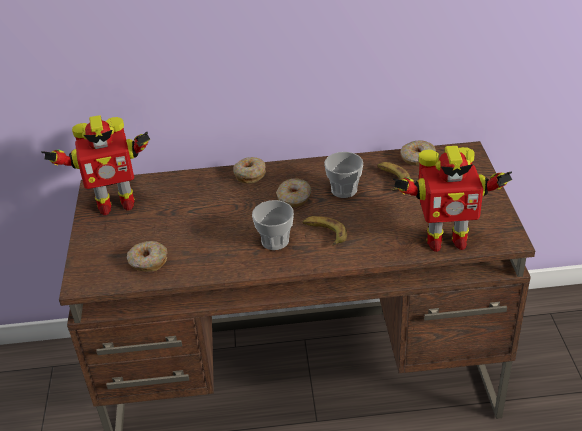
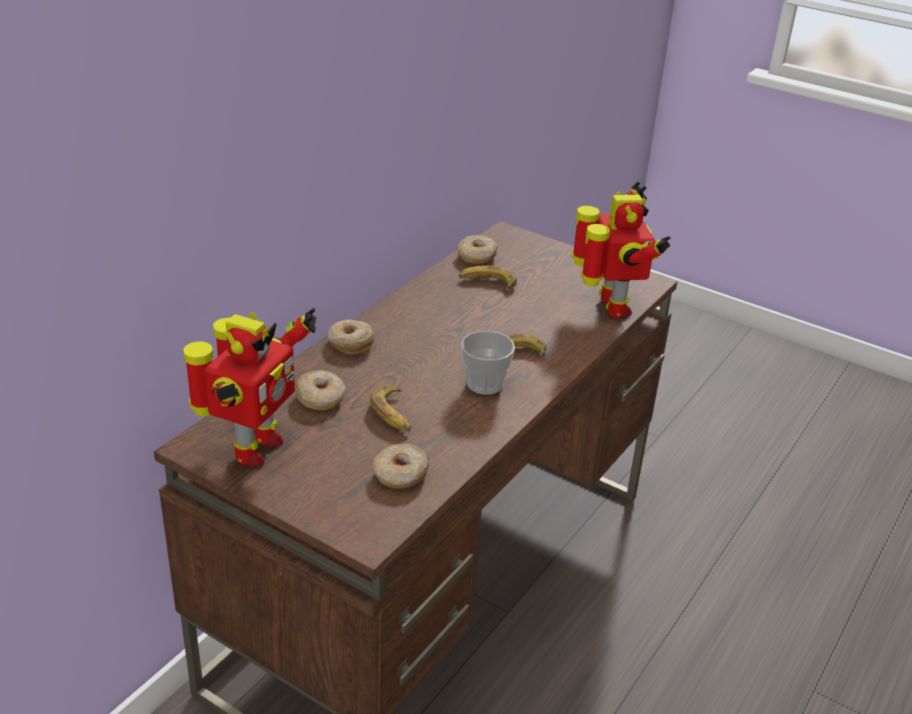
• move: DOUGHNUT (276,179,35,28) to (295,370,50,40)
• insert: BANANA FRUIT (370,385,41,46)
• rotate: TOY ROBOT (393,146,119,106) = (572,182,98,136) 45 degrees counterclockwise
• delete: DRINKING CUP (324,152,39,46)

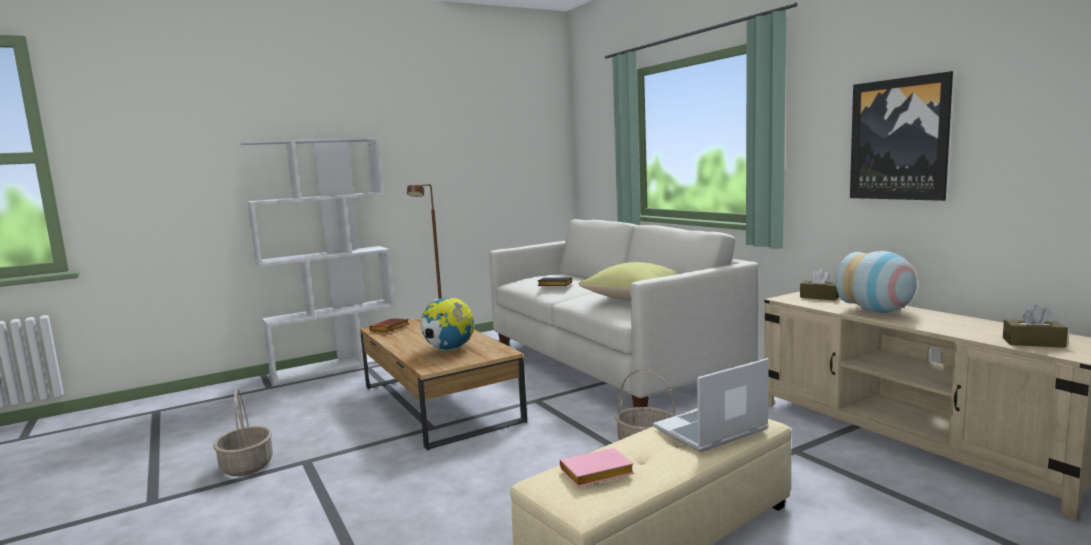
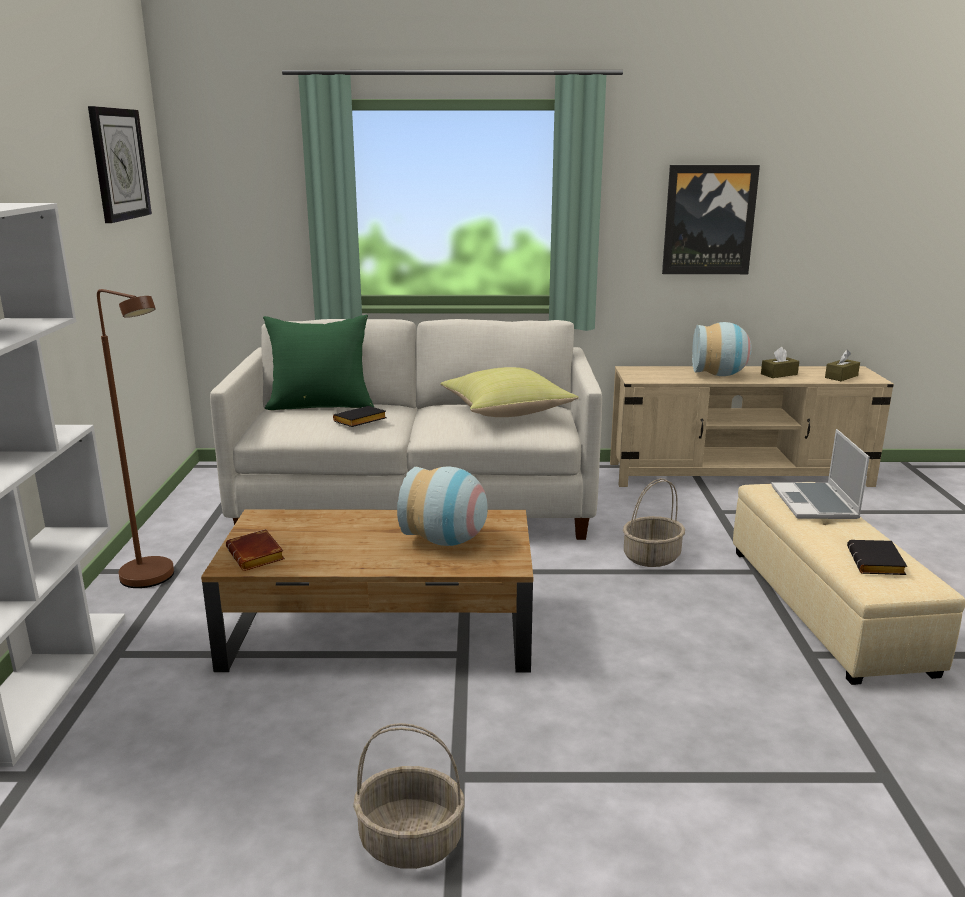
• insert: WALL CLOCK (88,106,64,117)
• insert: GREEN-COLOURED THROW PILLOW (263,315,111,96)
• replace: WORLD GLOBE (420,298,54,53) to VASE (397,467,91,79)
• move: BROWN BOX OF TISSUES (800,269,39,31) to (761,347,38,31)
• recolor: PINK-COLOURED VOLUME (560,448,75,39) to BLACK-COLOURED VOLUME (847,540,60,35)

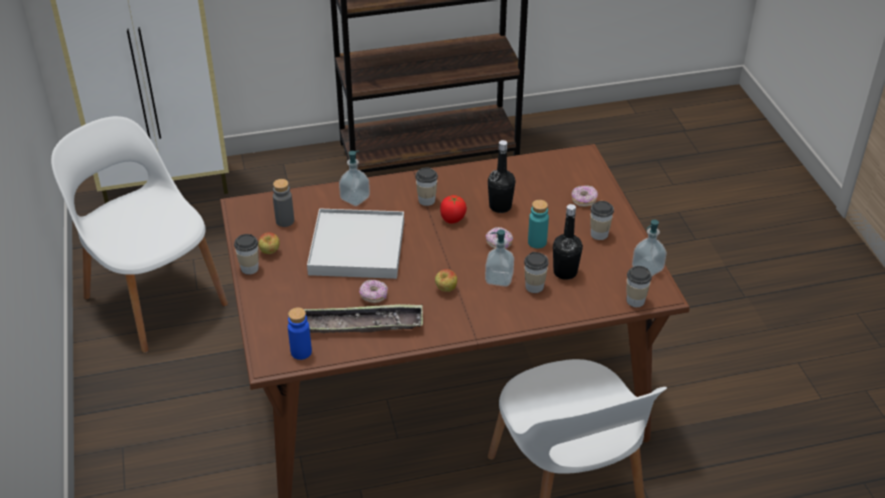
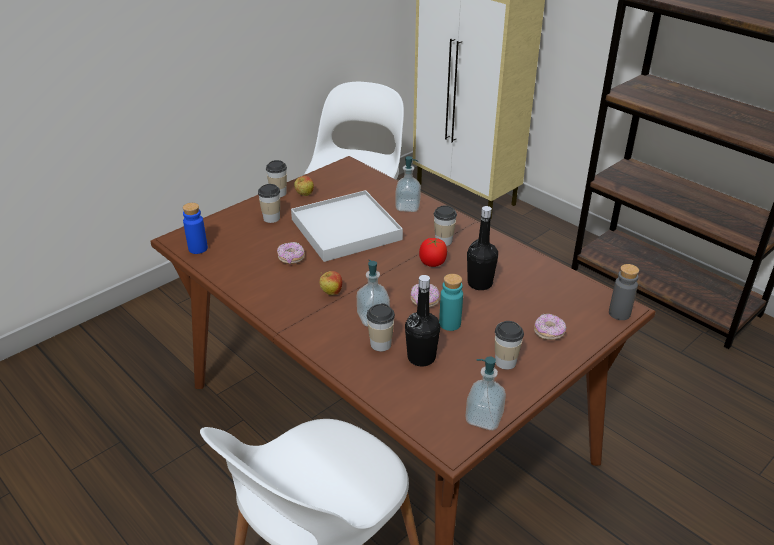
• move: DRINKING CUP (627,266,25,41) to (258,184,22,39)
• move: GREY DRINK BOTTLE (273,179,21,48) to (609,264,30,56)
• delete: CARRYING TRAY (304,304,119,29)

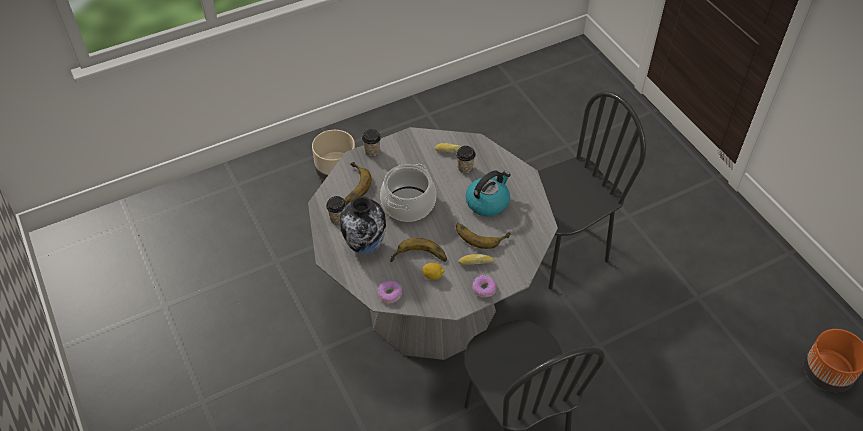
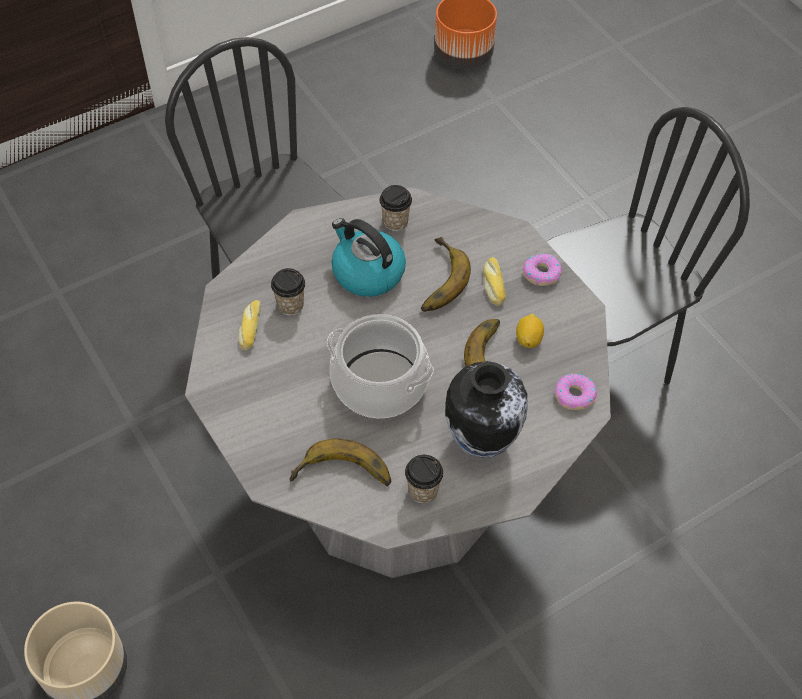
• move: DRINKING CUP (362,129,19,28) to (379,185,33,46)

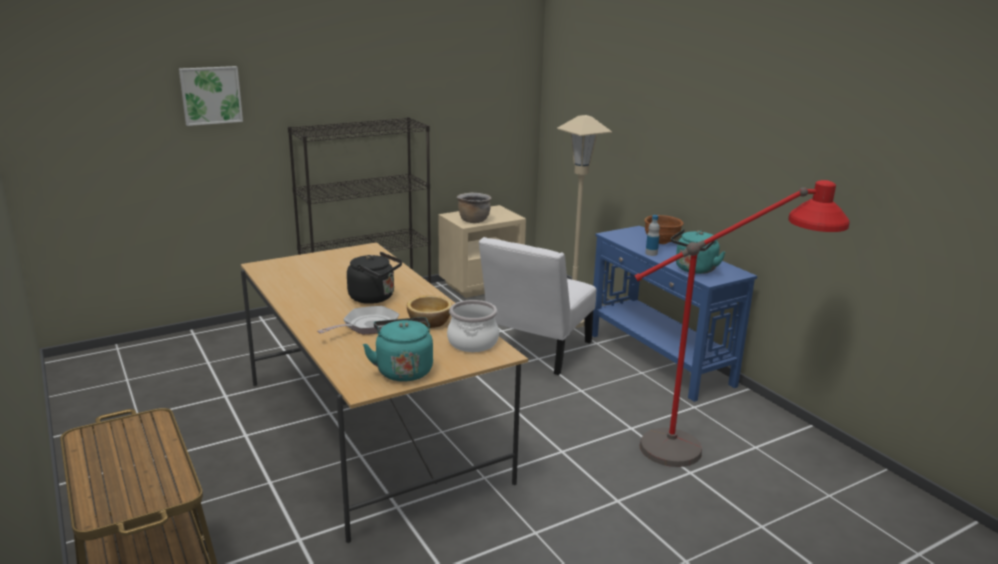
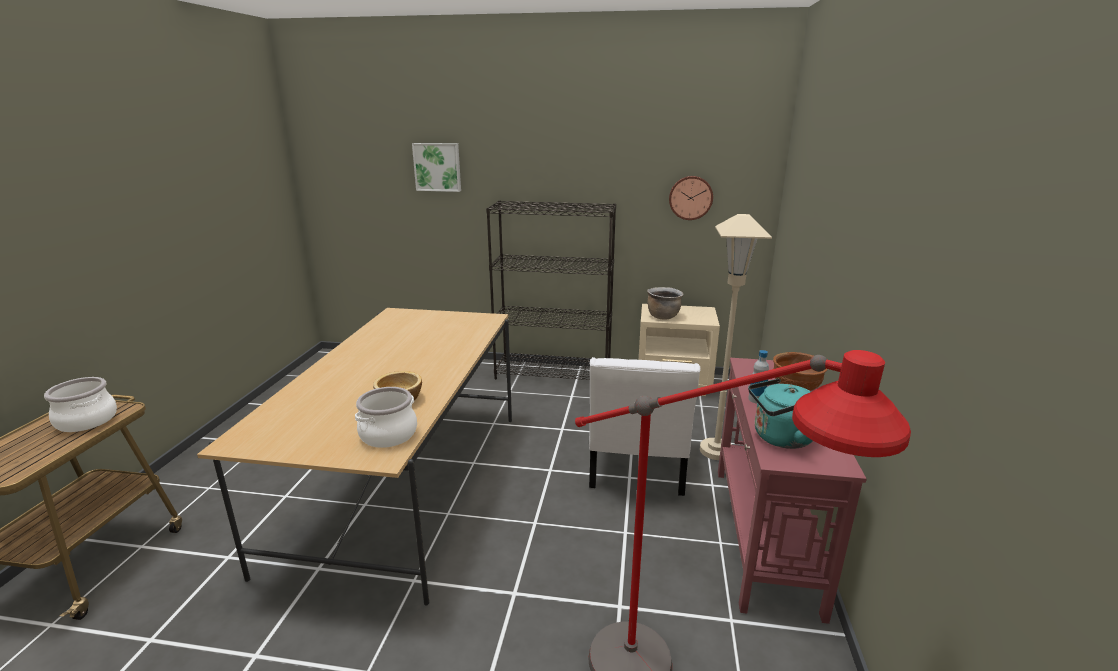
• insert: SAUCEPOT (44,377,73,55)
• rotate: WHITE-COLOURED CHAIR (479,237,117,138) = (589,357,111,139) 60 degrees counterclockwise
• insert: WALL CLOCK (669,176,44,44)
• recolor: BLUE CONSOLE TABLE (592,226,165,176) to RED-COLOURED CONSOLE TABLE (718,358,149,266)
• delete: FRYING PAN (317,306,82,28)
• delete: BLACK-COLOURED WATER KETTLE (347,252,55,52)
• delete: TURQUOISE-COLOURED WATER KETTLE (363,317,70,65)

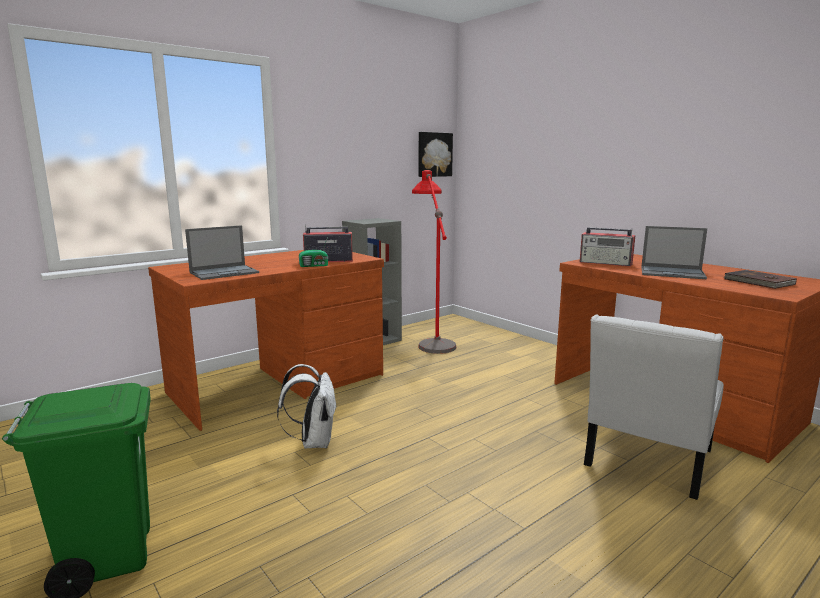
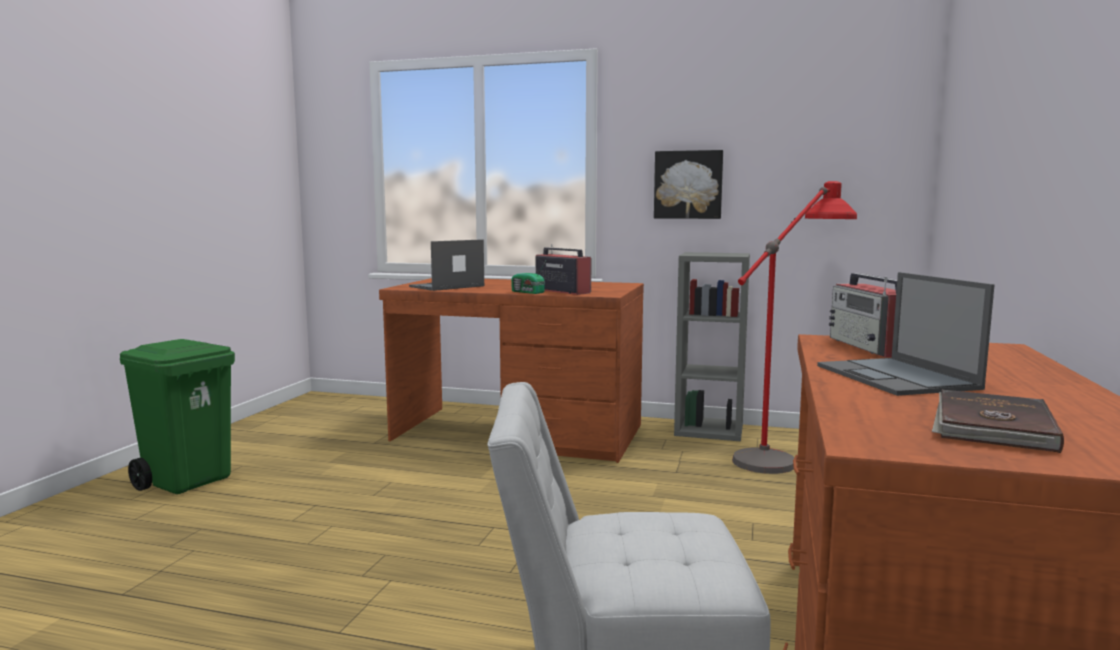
• rotate: PORTABLE COMPUTER (185,225,74,55) = (409,239,75,52) 120 degrees clockwise
• move: PICTURE (419,132,34,45) to (654,150,69,69)
• delete: WHITE-COLOURED KNAPSACK (277,364,60,84)

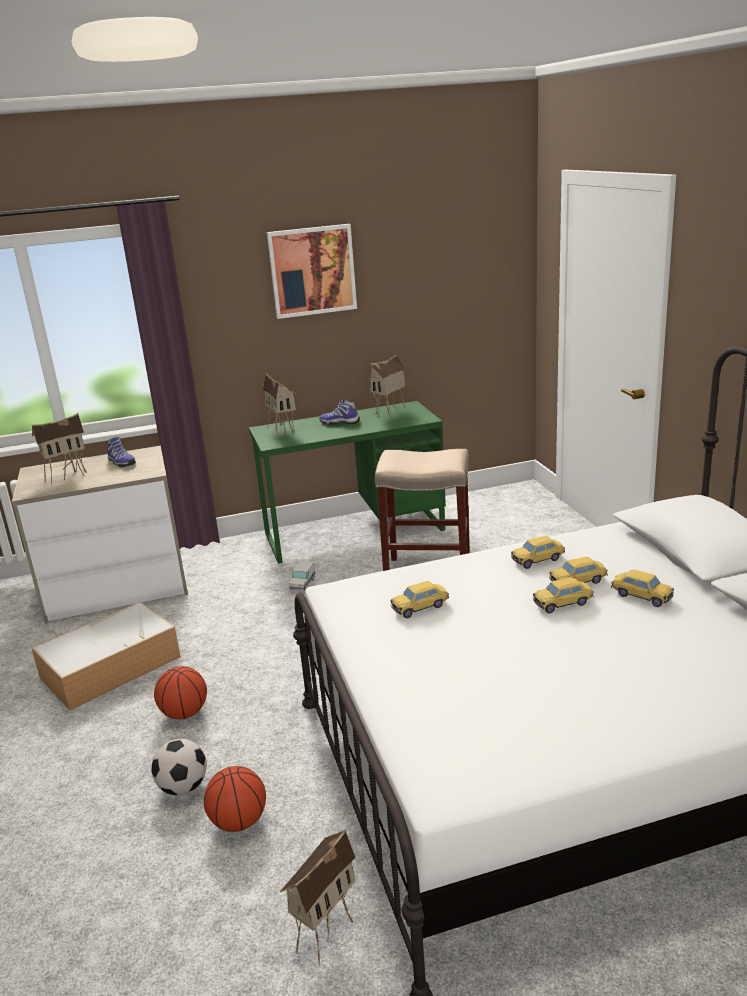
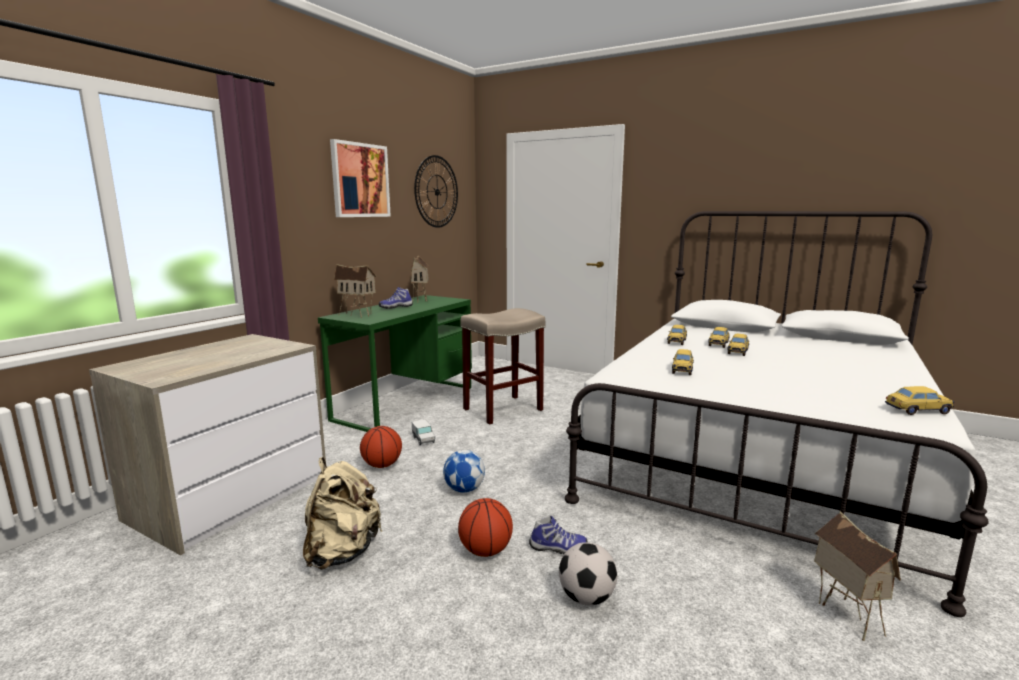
• replace: STORAGE BOX (32,601,149,109) to SAND-COLOURED KNAPSACK (303,457,79,113)
• move: BASKETBALL (204,766,62,66) to (360,426,42,42)
• insert: WALL CLOCK (414,155,44,73)
• insert: BALL FOR FOOTBALL (443,450,42,43)
• move: ITEM OF FOOTWEAR (107,437,29,30) to (529,516,59,38)
• move: MINIATURE CAR (611,570,63,37) to (885,386,69,29)
• delete: MINIATURE HOUSE (32,413,55,73)

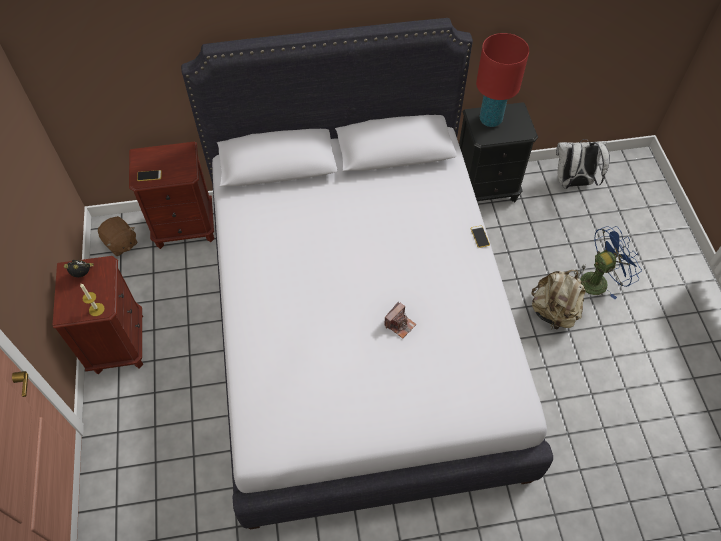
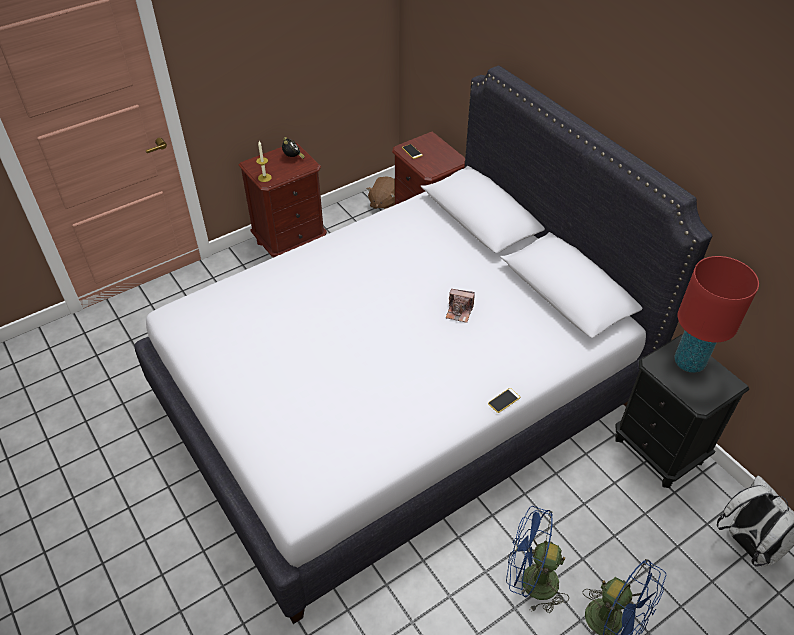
• move: STILL CAMERA (384,302,32,36) to (446,289,29,34)
• replace: SAND-COLOURED KNAPSACK (531,270,55,60) to BLUE ELECTRIC FAN (506,506,63,107)

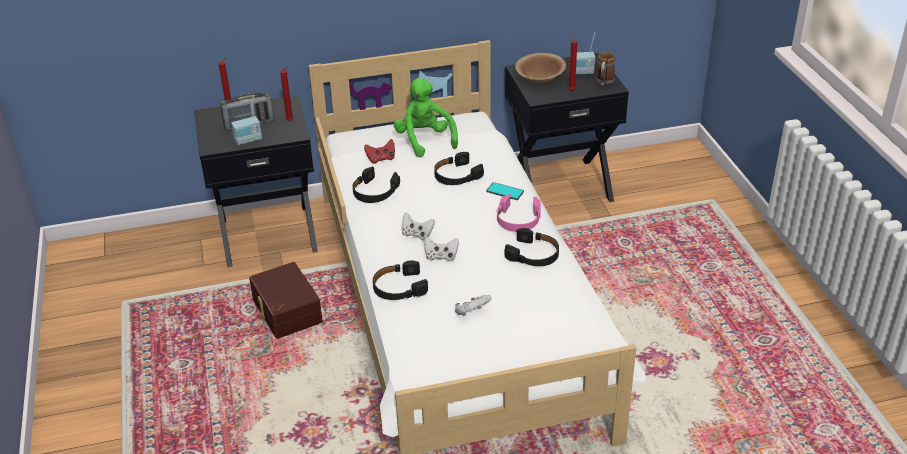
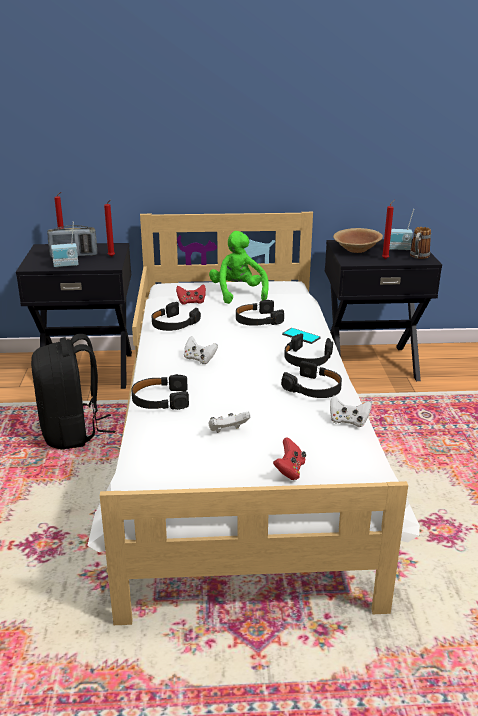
• replace: BROWN STORAGE BOX (249,262,74,77) to BLACK-COLOURED KNAPSACK (31,334,84,115)
• insert: RED-COLOURED GAME CONTROLLER (273,437,33,43)
• recolor: PINK-COLOURED HEADSET (496,194,45,38) to BLACK-COLOURED HEADSET (284,333,49,34)
• move: WHITE-COLOURED GAME CONTROLLER (424,236,35,25) to (330,396,41,31)

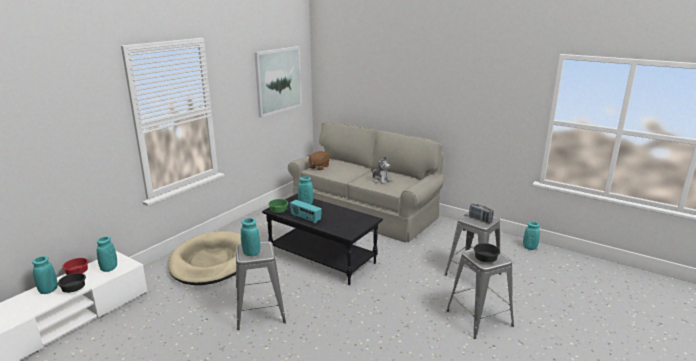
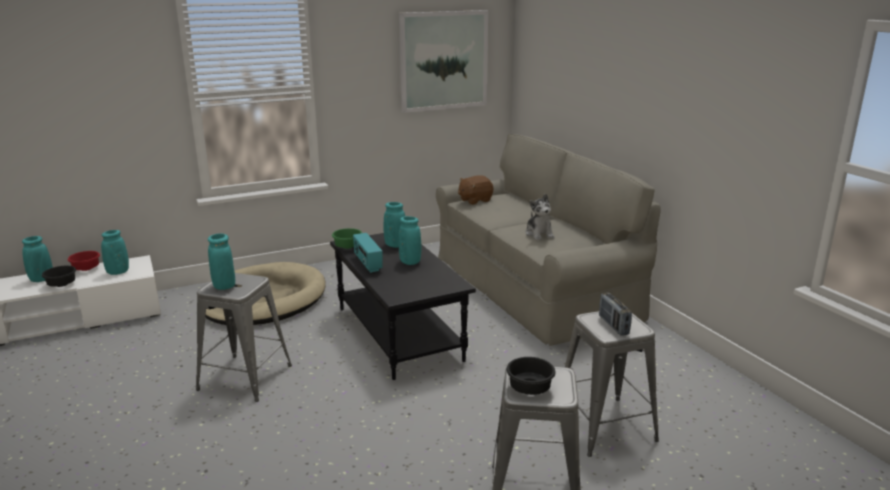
• move: TURQUOISE-COLOURED VASE (523,222,17,28) to (399,216,22,49)

